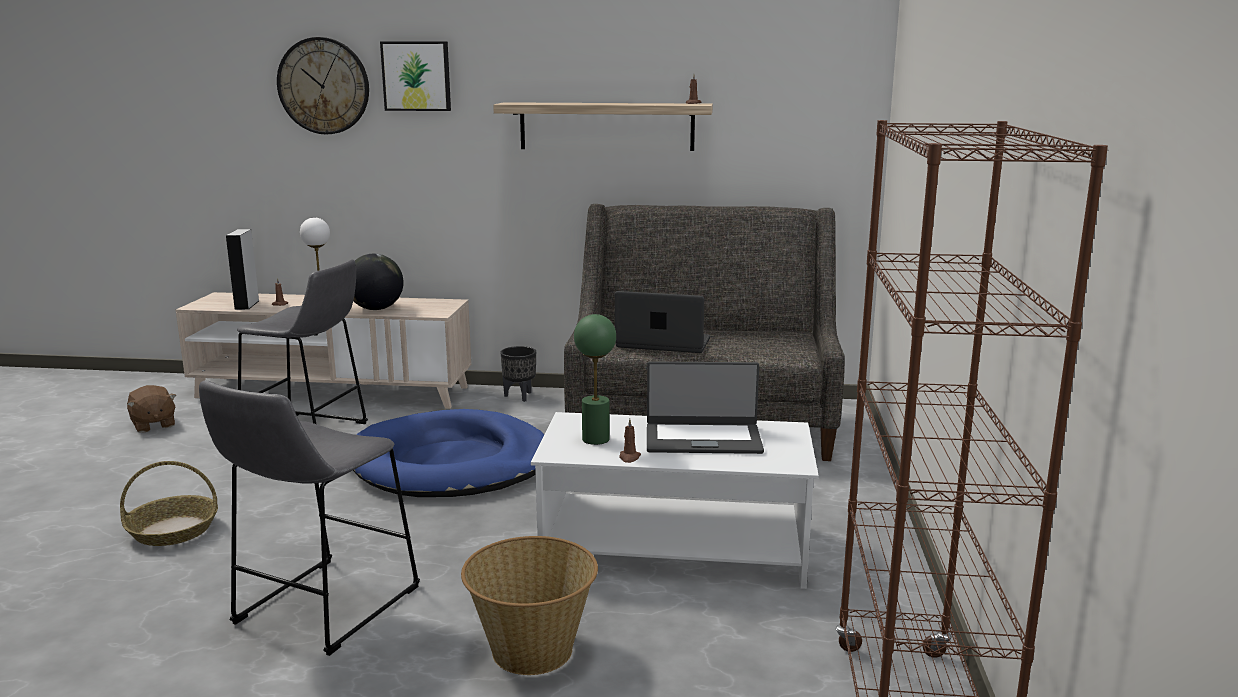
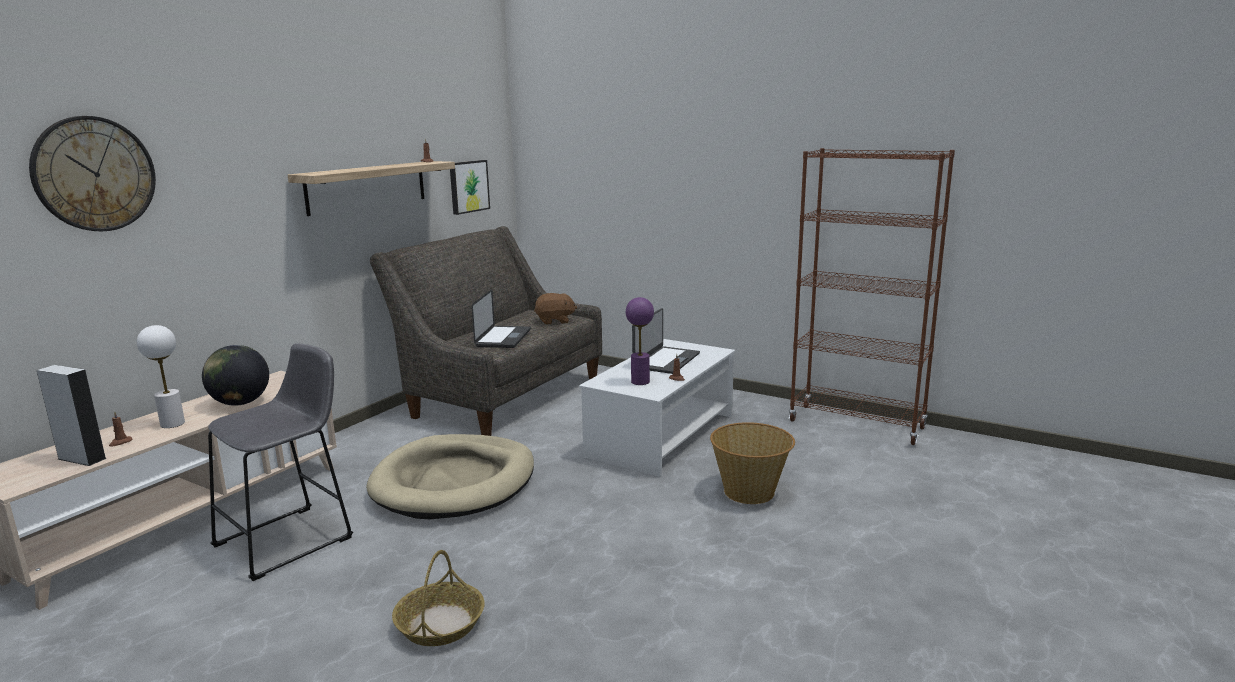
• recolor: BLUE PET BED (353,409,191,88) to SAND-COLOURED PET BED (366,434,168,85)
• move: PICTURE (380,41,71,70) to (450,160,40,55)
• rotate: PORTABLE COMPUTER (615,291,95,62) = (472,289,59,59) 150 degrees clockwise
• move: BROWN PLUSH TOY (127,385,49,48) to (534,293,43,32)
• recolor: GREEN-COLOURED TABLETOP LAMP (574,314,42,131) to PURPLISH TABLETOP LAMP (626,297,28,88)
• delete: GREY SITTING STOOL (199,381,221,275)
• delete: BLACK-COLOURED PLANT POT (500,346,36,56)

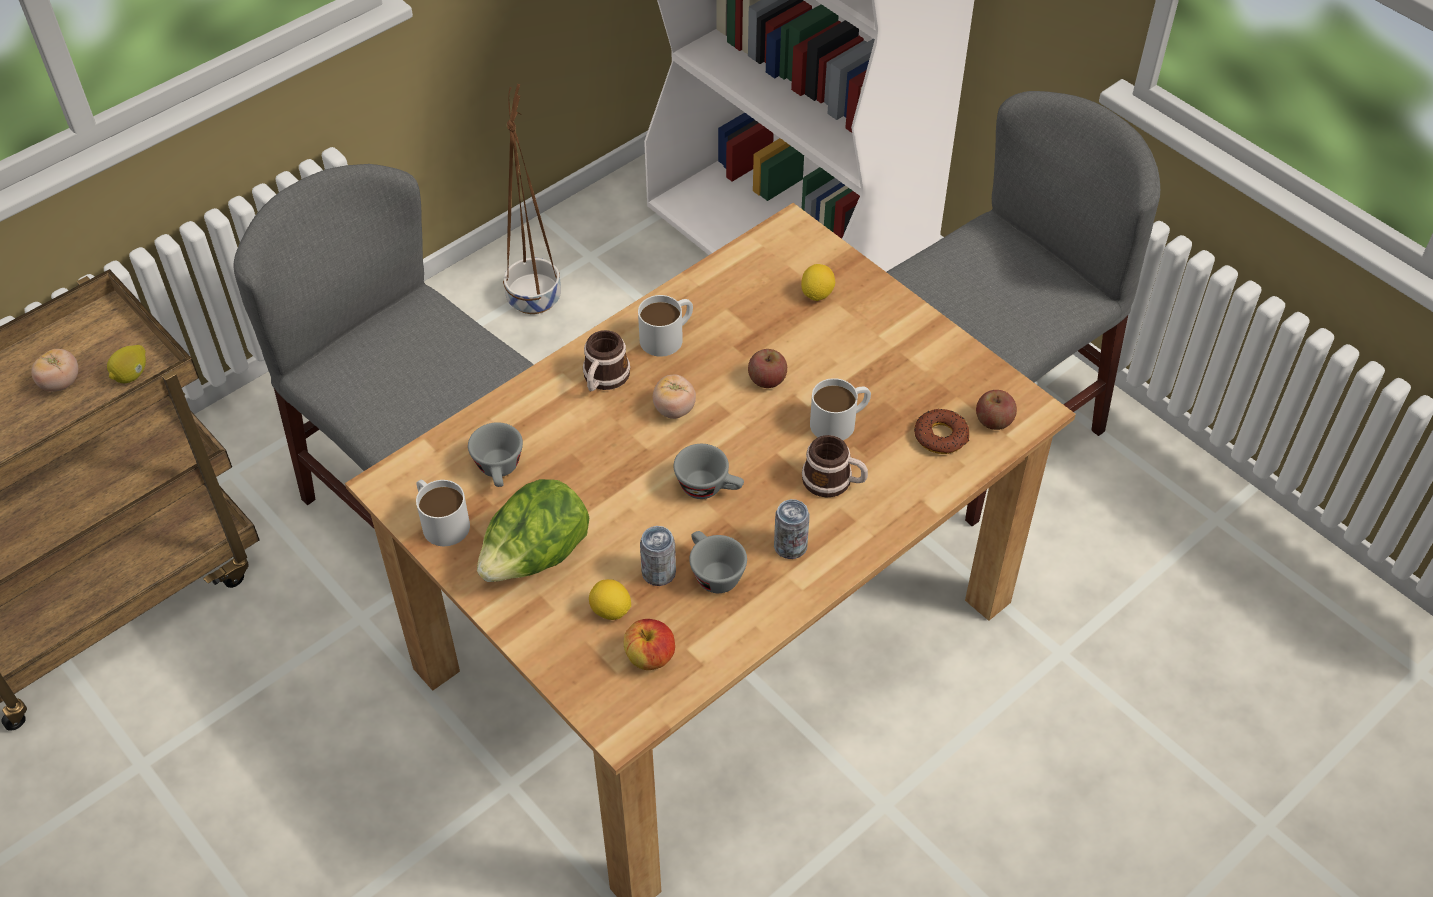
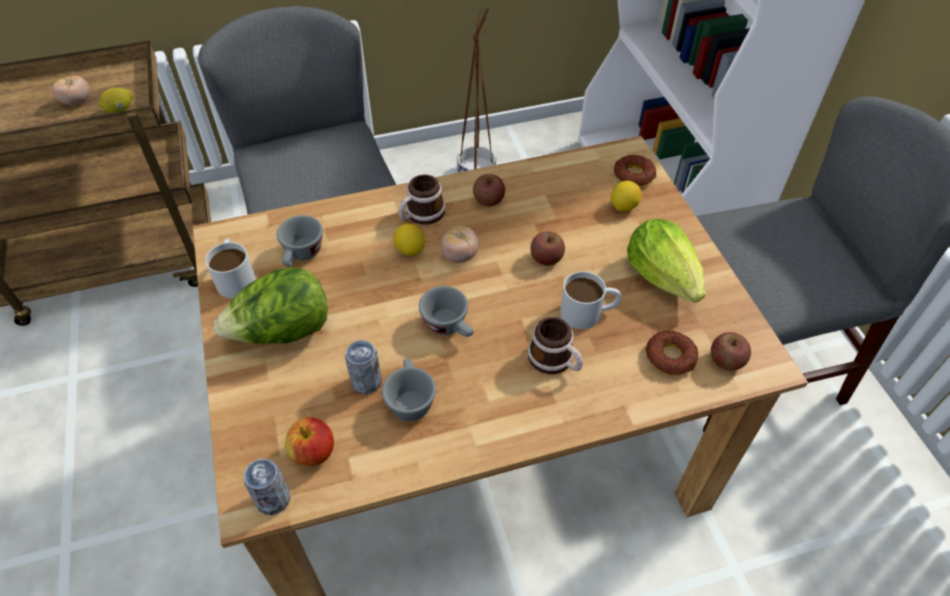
• move: SEALED CAN (774,499,36,60) to (244,458,46,57)
• move: WHOLE LEMON (589,579,42,41) to (393,223,32,33)
• replace: WHITE-COLOURED MUG (638,295,55,62) to WHOLE APPLE (473,174,32,32)
• insert: DOUGHNUT (614,155,43,32)
• insert: LETTUCE HEAD (627,219,78,84)

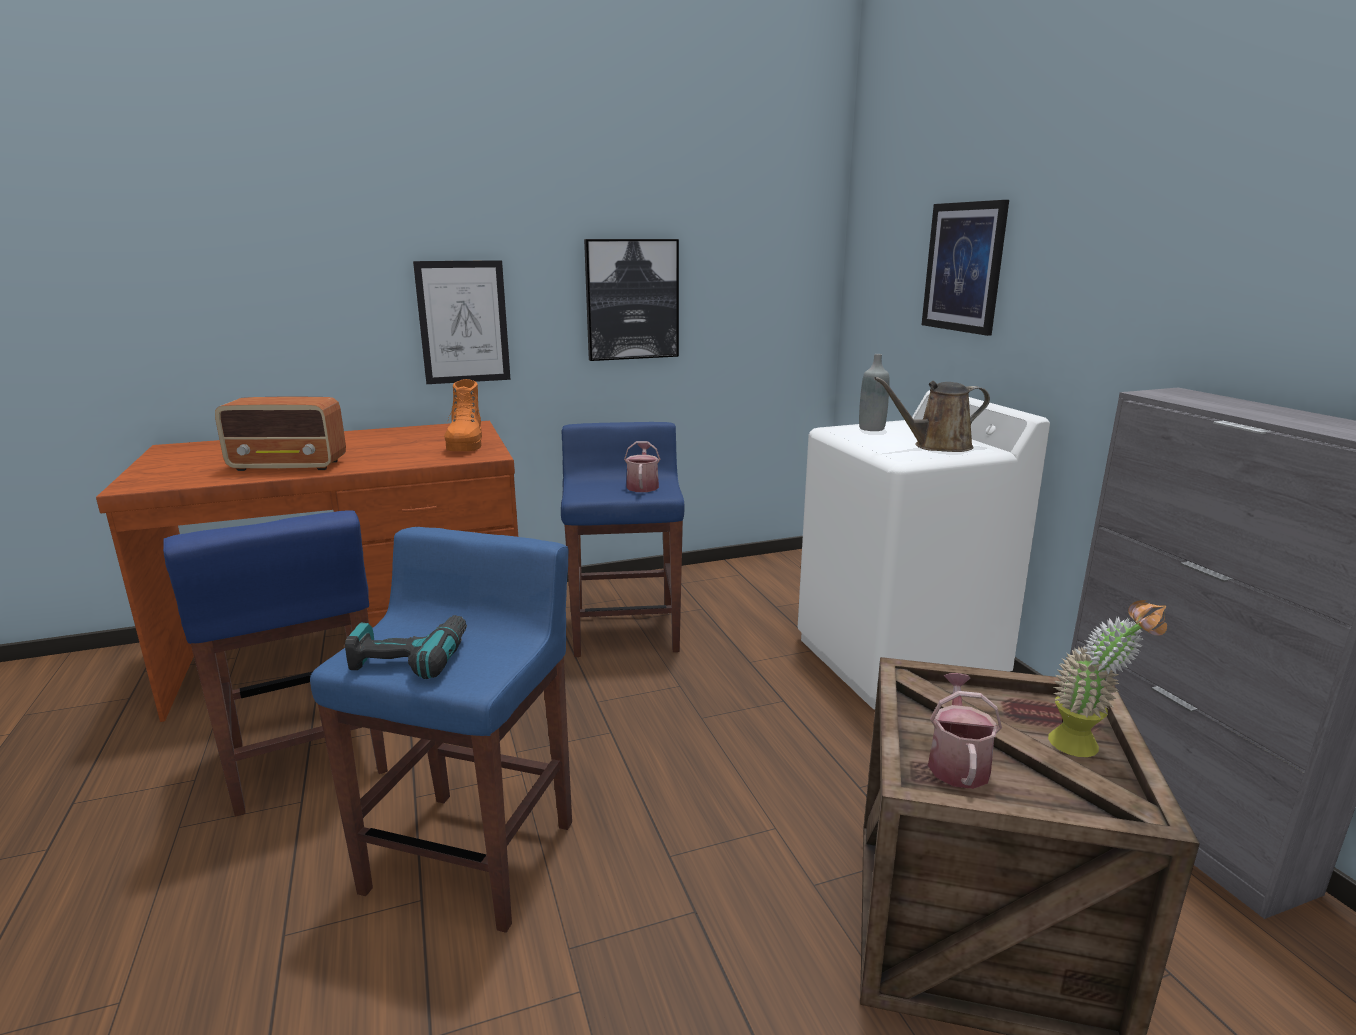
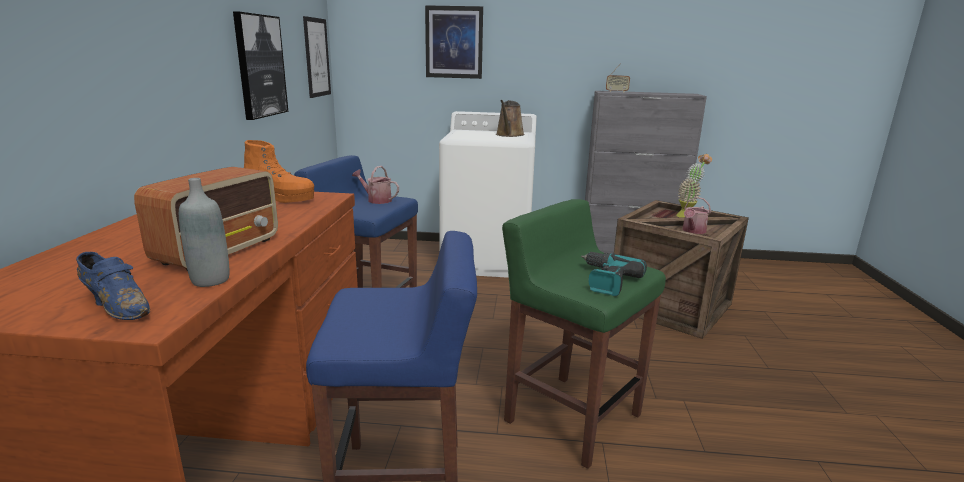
• insert: BLUE ITEM OF FOOTWEAR (76,252,74,68)
• move: GREY DRINK BOTTLE (859,354,31,77) to (179,178,51,109)
• move: PICTURE (413,260,97,124) to (303,16,28,82)
• recolor: BLUE SITTING STOOL (310,527,262,406) to GREEN-COLOURED SITTING STOOL (502,199,164,270)
• insert: RADIO (606,63,24,30)
• rotate: WATERING POT (928,673,74,116) = (682,197,29,37) 90 degrees counterclockwise

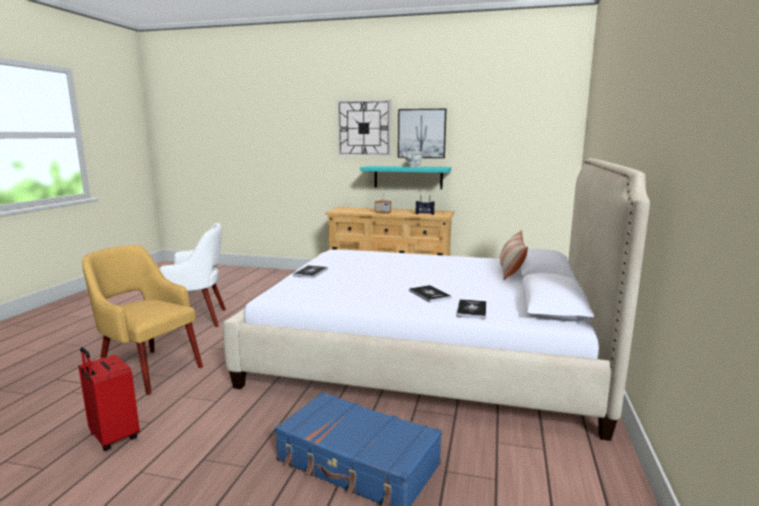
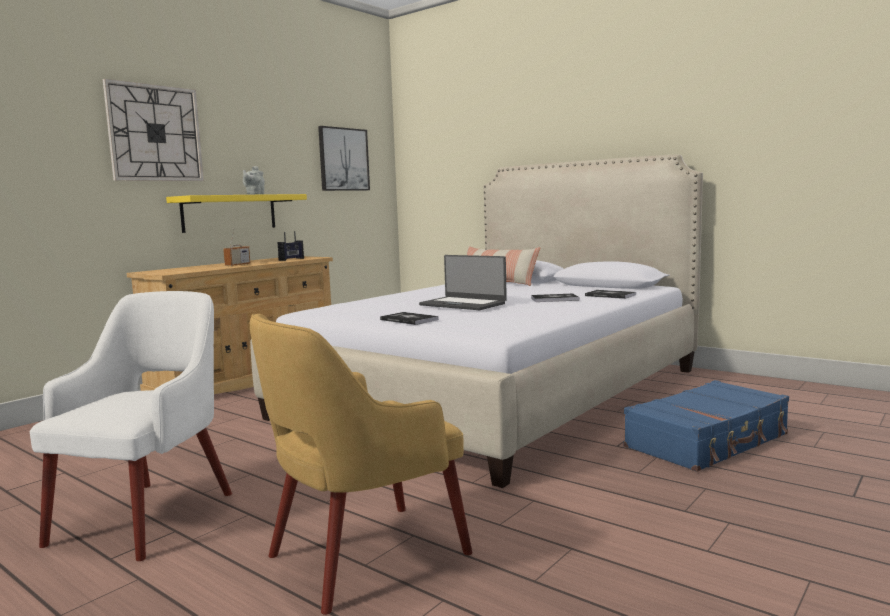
• recolor: TURQUOISE-COLOURED BRACKET SHELF (360,166,91,23) to YELLOW-COLOURED BRACKET SHELF (166,194,141,39)
• move: PICTURE (398,109,48,49) to (318,126,52,65)
• insert: PORTABLE COMPUTER (419,255,88,55)
• delete: RED-COLOURED SUITCASE (78,347,62,104)

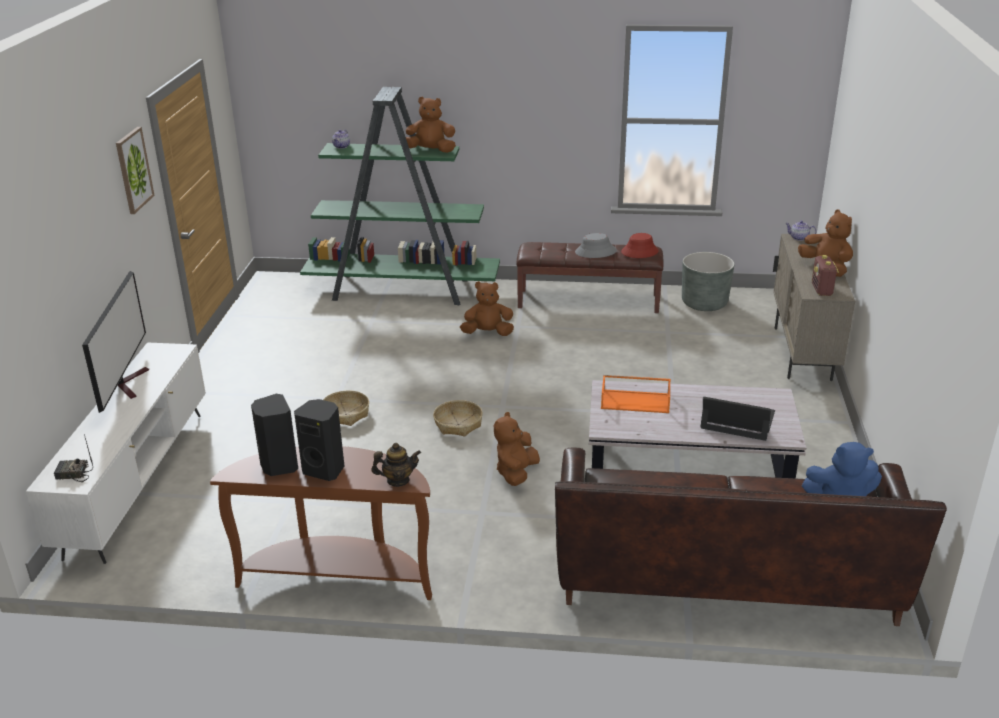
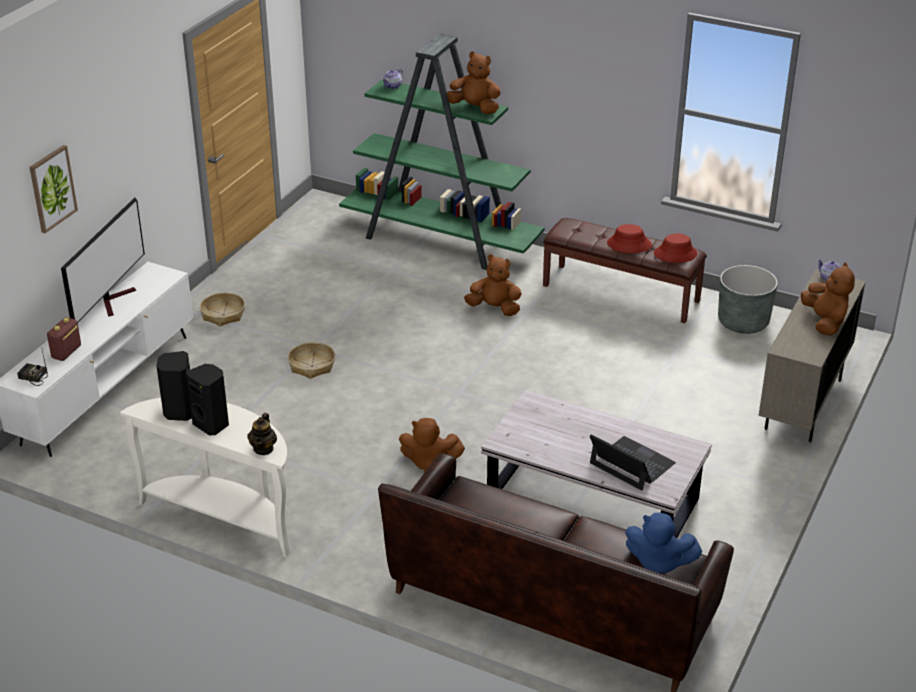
• move: PICTURE (116,127,39,87) to (29,145,49,88)
• move: RADIO (812,255,27,41) to (47,317,34,44)
• recolor: BROWN CONSOLE TABLE (210,446,222,154) to WHITE-COLOURED CONSOLE TABLE (120,398,170,160)
• move: HOUSEHOLD BASKET (433,400,50,37) to (200,293,45,33)
• rotate: POT FOR TEA (371,443,50,44) = (247,413,30,42) 90 degrees clockwise
• rotate: BROWN PLUSH TOY (494,412,46,74) = (399,418,66,55) 120 degrees counterclockwise
• recolor: GREY WEARABLE HAT (575,233,42,25) to RED-COLOURED WEARABLE HAT (607,224,45,29)
• delete: ORANGEY CARRYING TRAY (601,375,70,38)

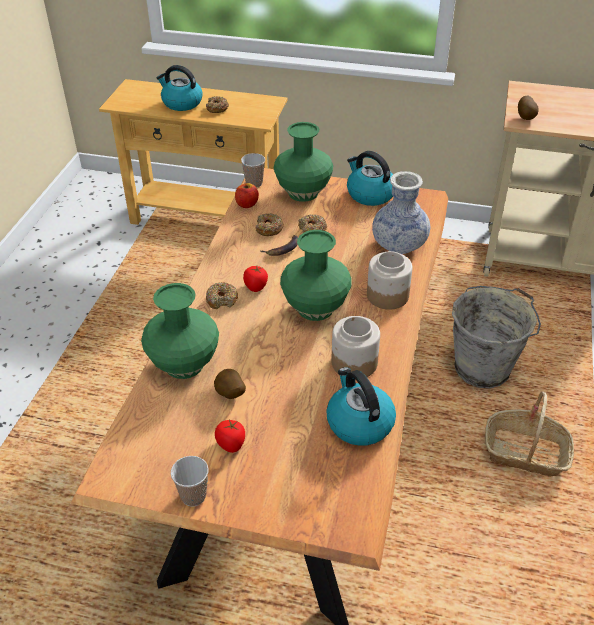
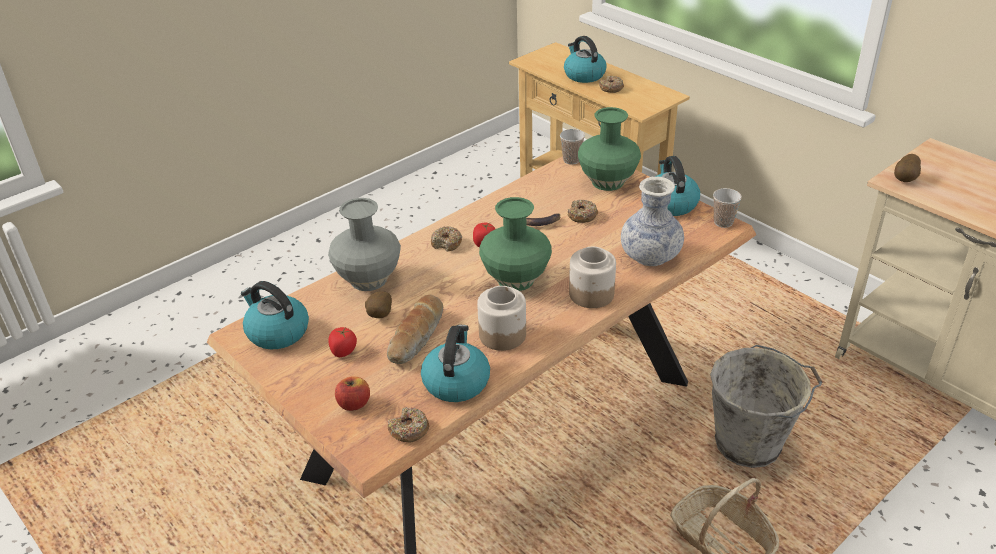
• insert: WATER KETTLE (241,281,68,68)
• recolor: GREEN-COLOURED VASE (141,283,78,96) to GREY VASE (328,198,73,93)
• move: WHOLE APPLE (235,183,24,25) to (335,376,35,35)
• insert: BREAD (387,295,56,69)
• move: DOUGHNUT (256,213,28,23) to (387,407,42,35)
• move: DRINKING CUP (171,456,38,51) to (713,188,29,40)

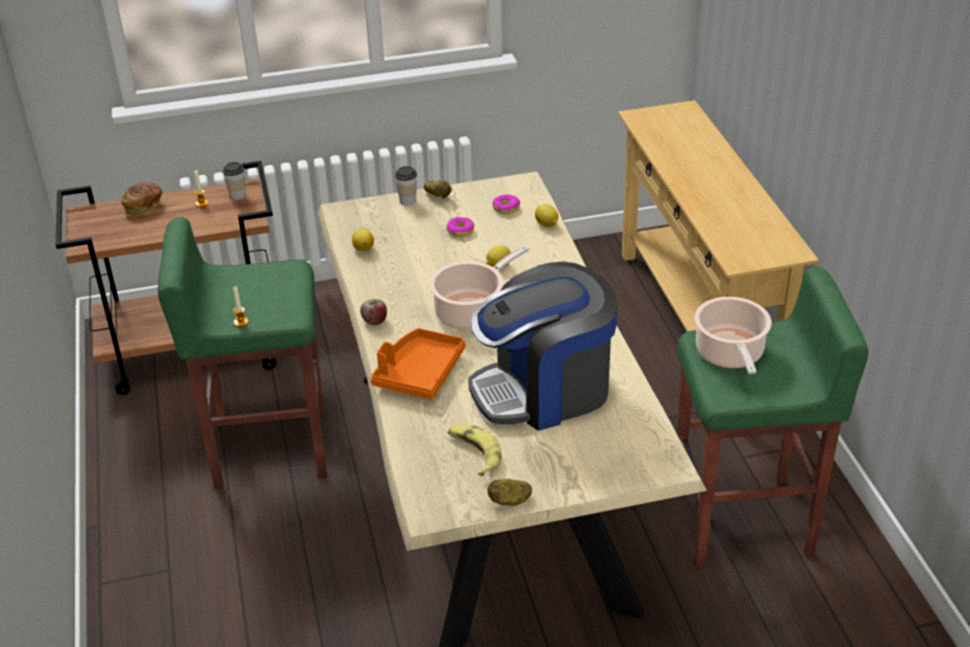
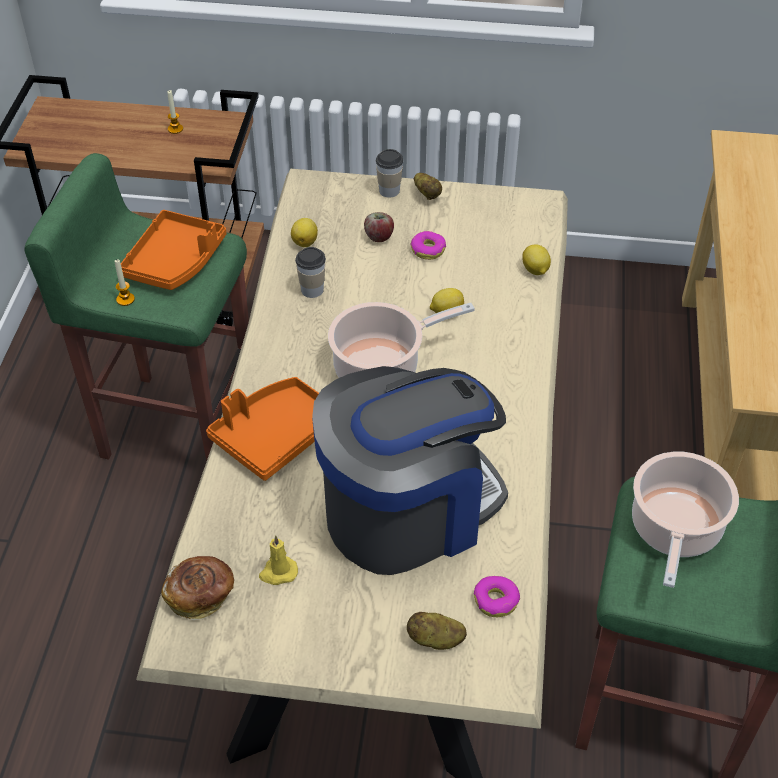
• insert: ORANGEY CARRYING TRAY (121,210,105,80)
• move: BREAD (122,182,41,33) to (161,556,73,64)
• replace: BANANA FRUIT (448,424,53,52) to YELLOW-COLOURED CANDLE (259,535,39,50)
• move: DRINKING CUP (223,162,23,38) to (295,247,31,51)
• rotate: COFFEE MACHINE (468,262,150,169) = (312,366,196,209) 150 degrees clockwise
• move: WHOLE APPLE (360,299,27,26) to (364,212,30,30)
• move: POTATO (487,479,45,27) to (407,612,60,38)
• move: DOUGHNUT (492,195,28,19) to (474,576,46,41)

